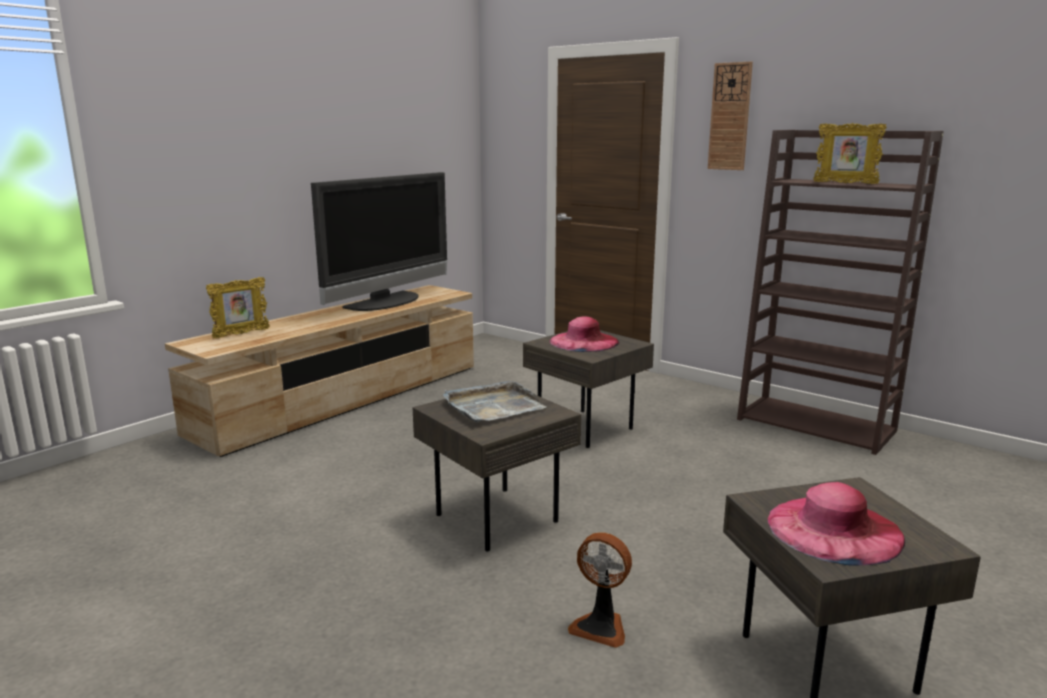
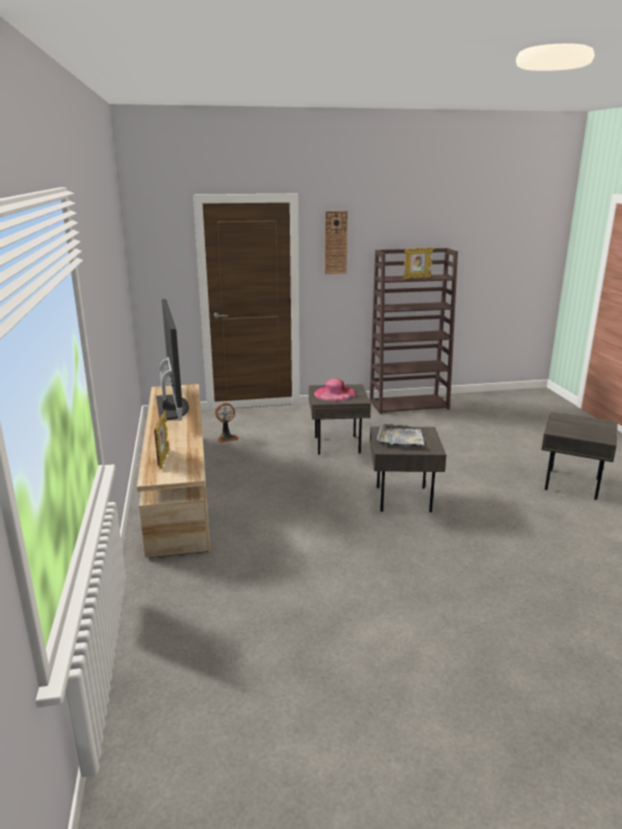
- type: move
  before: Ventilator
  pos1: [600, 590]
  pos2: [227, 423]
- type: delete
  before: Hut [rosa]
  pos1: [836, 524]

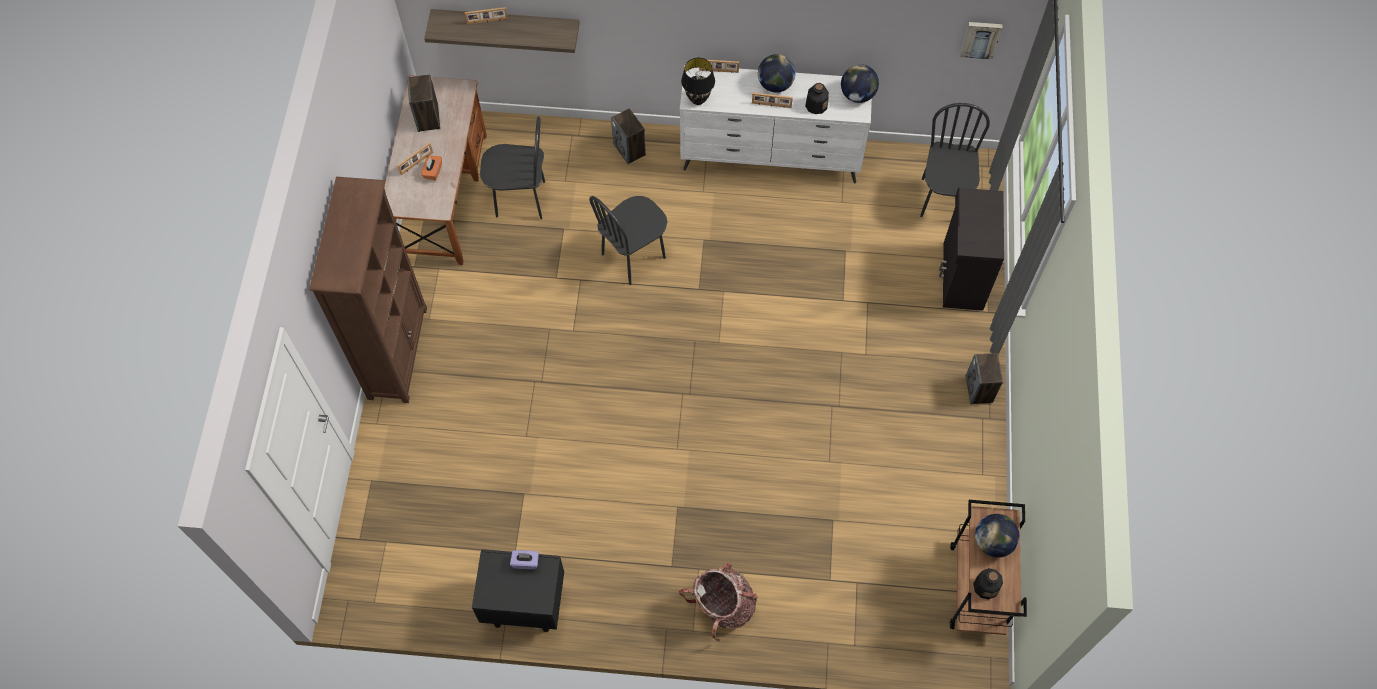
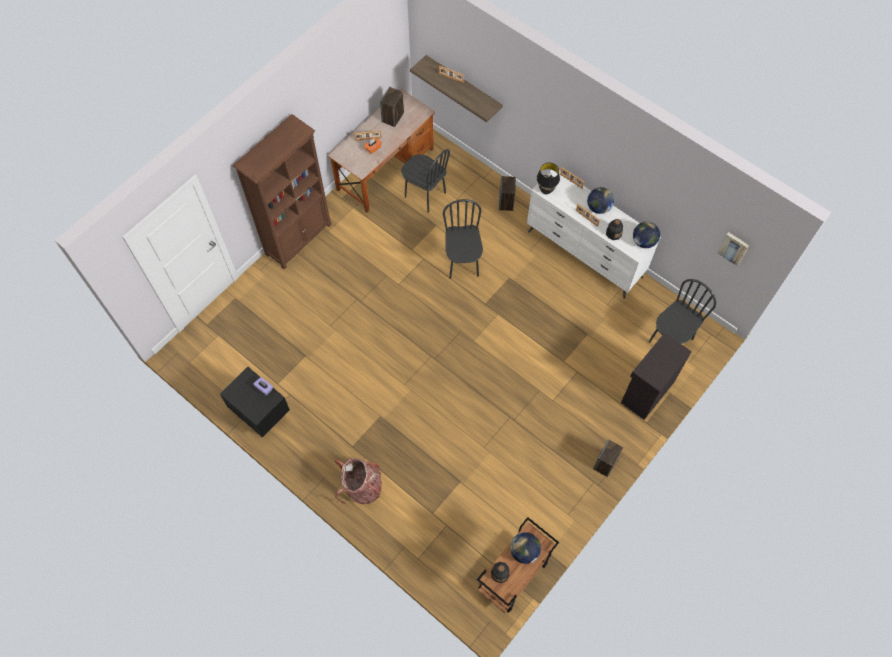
- type: rotate
  before: Stuhl [schwarz]
  pos1: [628, 240]
  pos2: [463, 239]
  turn: 90

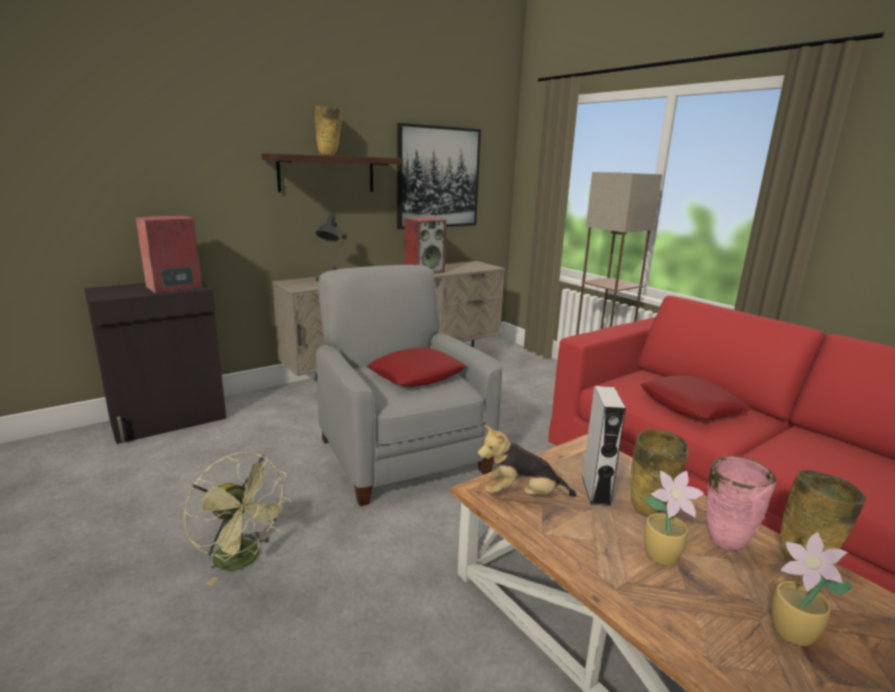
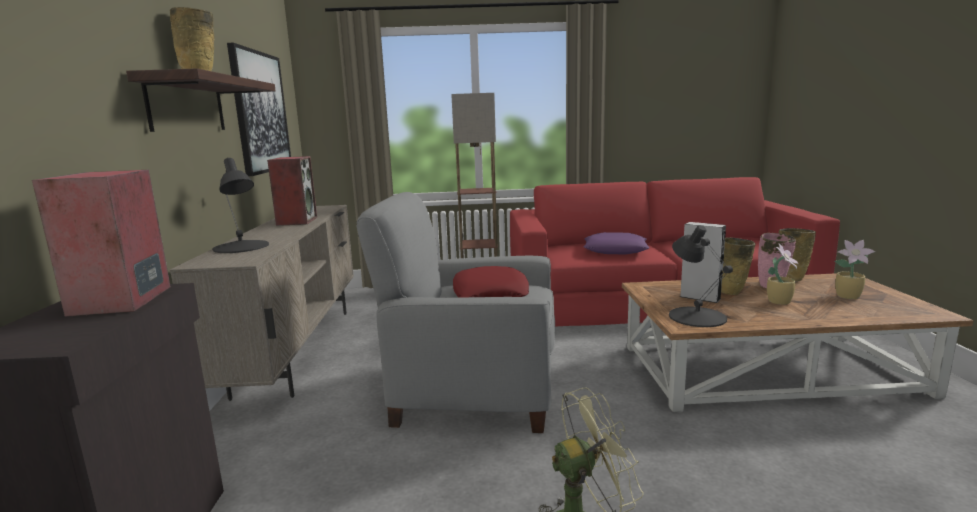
- type: recolor
  before: Kissen [rot]
  after: Kissen [lila]
  pos1: [696, 397]
  pos2: [617, 243]
- type: replace
  before: Plüschtier
  after: Tischlampe [schwarz]
  pos1: [527, 460]
  pos2: [701, 276]

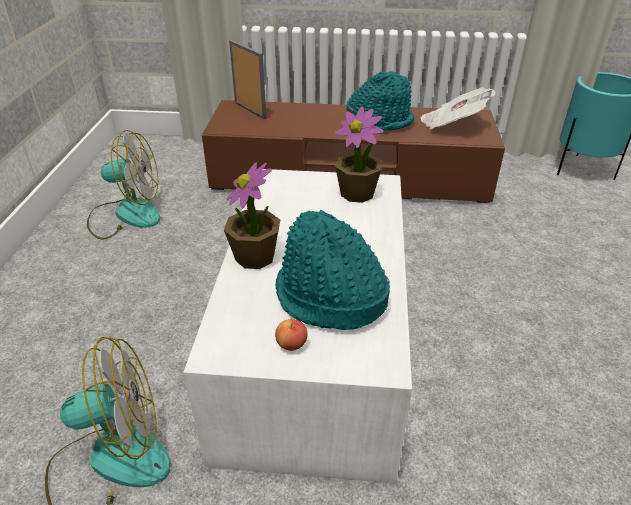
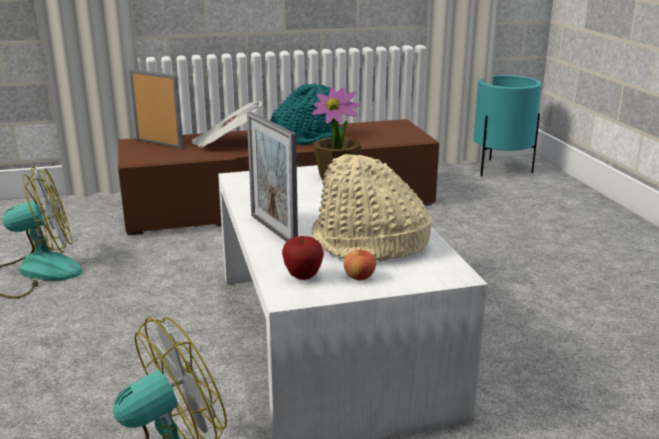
- type: move
  before: Zeitung
  pos1: [458, 108]
  pos2: [227, 124]
- type: replace
  before: Topfpflanze
  after: Bilderrahmen
  pos1: [252, 215]
  pos2: [272, 177]
- type: insert
  after: Apfel
  pos2: [303, 258]
- type: recolor
  before: Hut [türkis]
  after: Hut [beige]
  pos1: [333, 270]
  pos2: [372, 208]

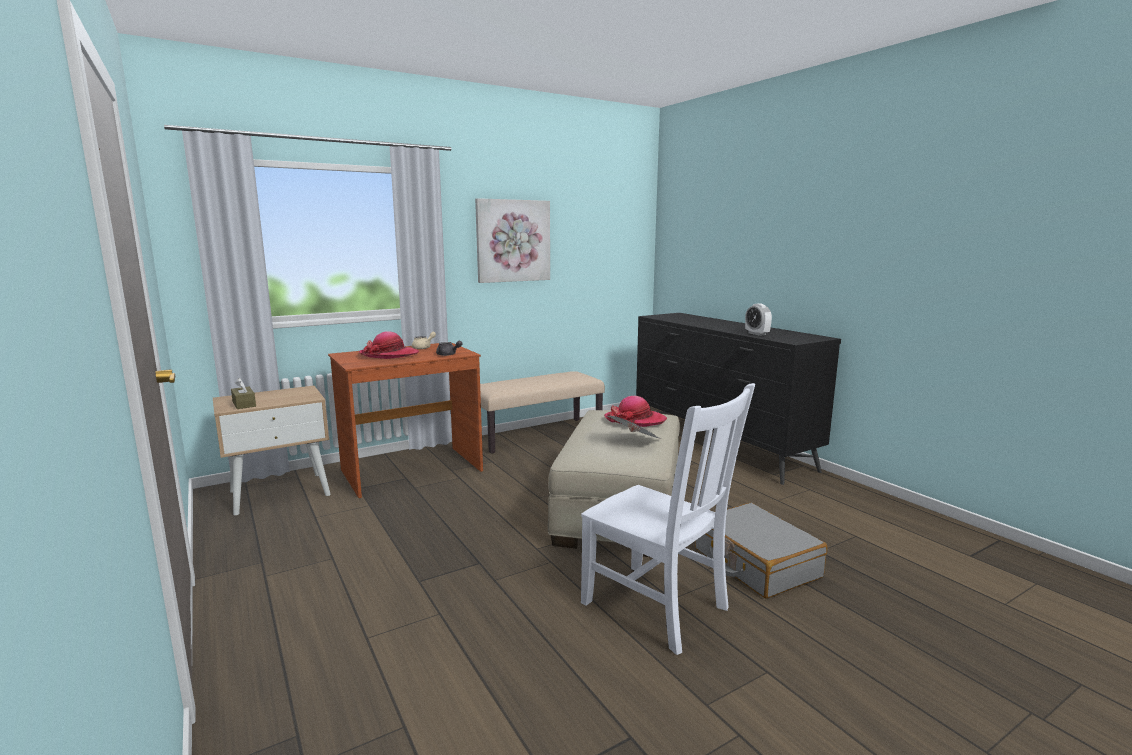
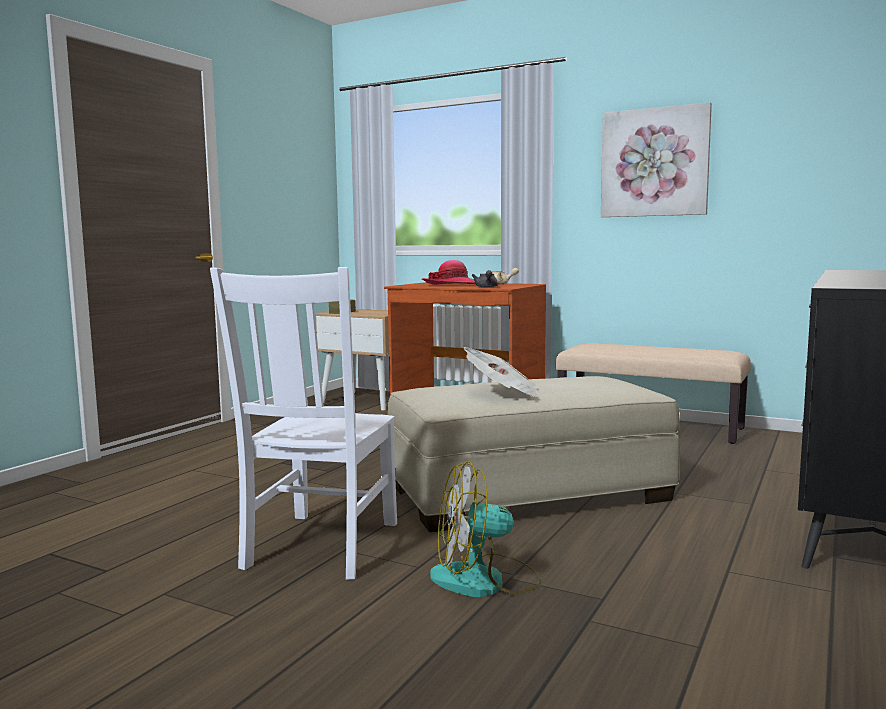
- type: replace
  before: Koffer [grau]
  after: Ventilator
  pos1: [761, 551]
  pos2: [486, 529]
- type: delete
  before: Hut
  pos1: [635, 411]
- type: delete
  before: Wecker
  pos1: [758, 319]

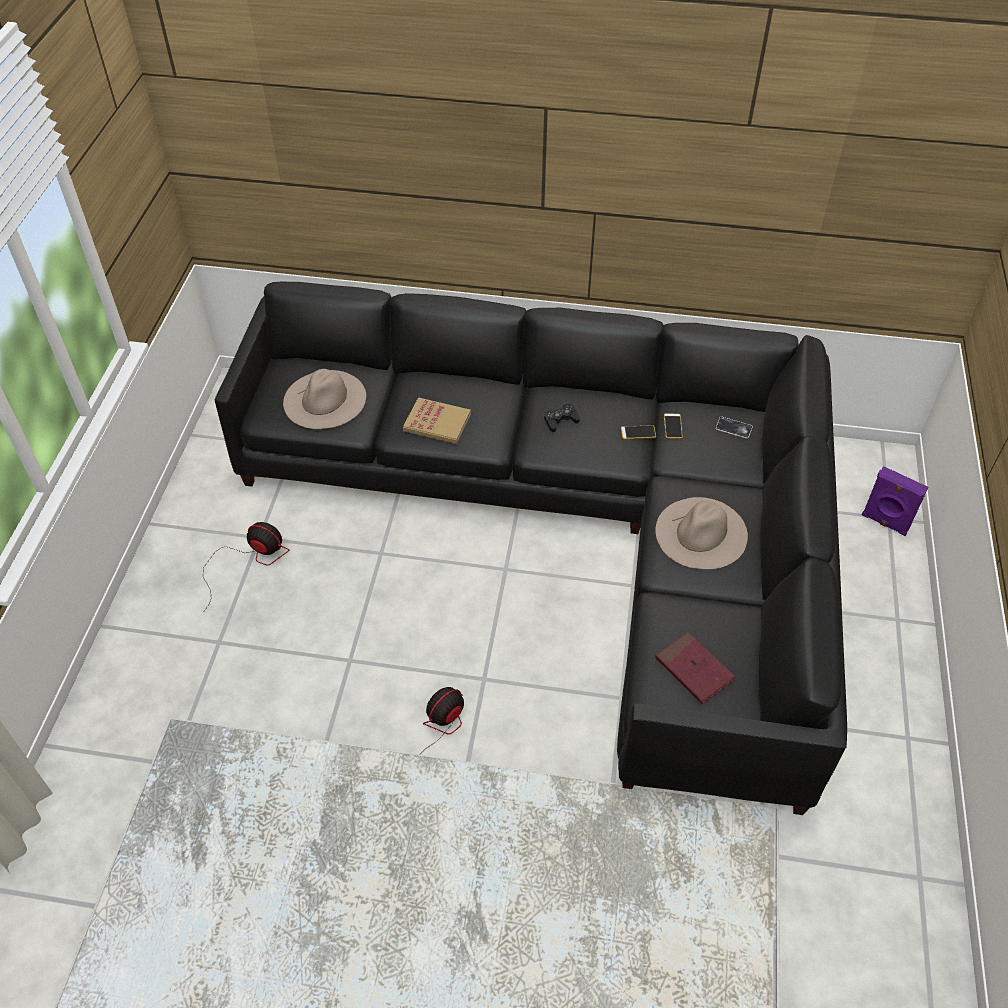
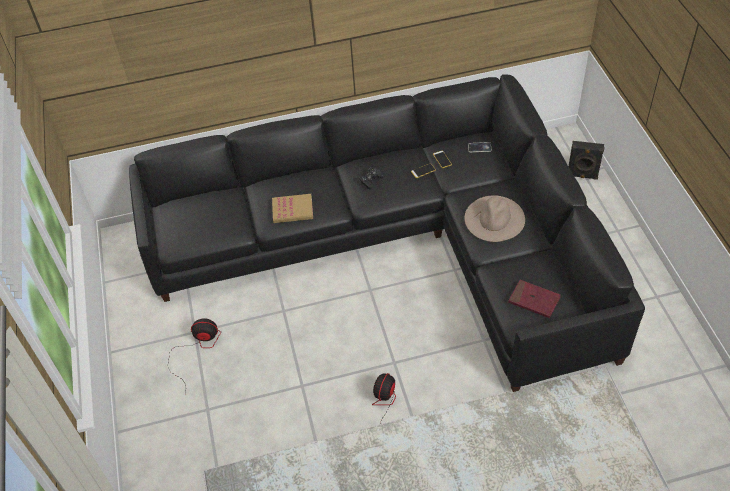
- type: recolor
  before: Lautsprecher [lila]
  after: Lautsprecher [schwarz]
  pos1: [895, 501]
  pos2: [586, 160]
- type: delete
  before: Hut [beige]
  pos1: [324, 399]

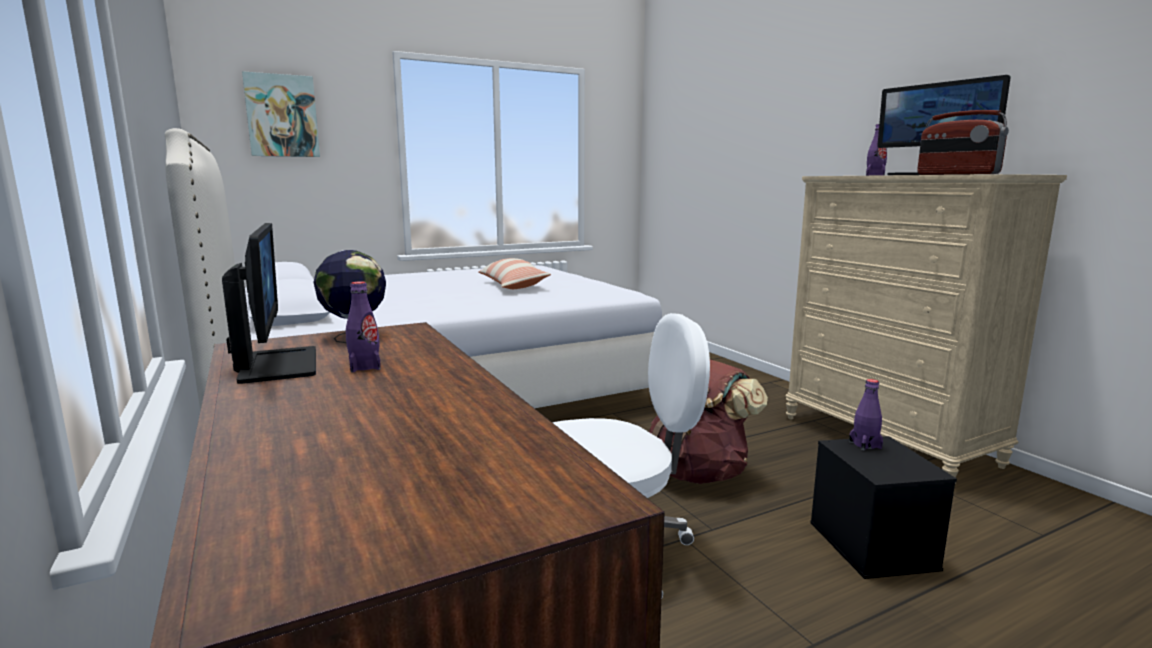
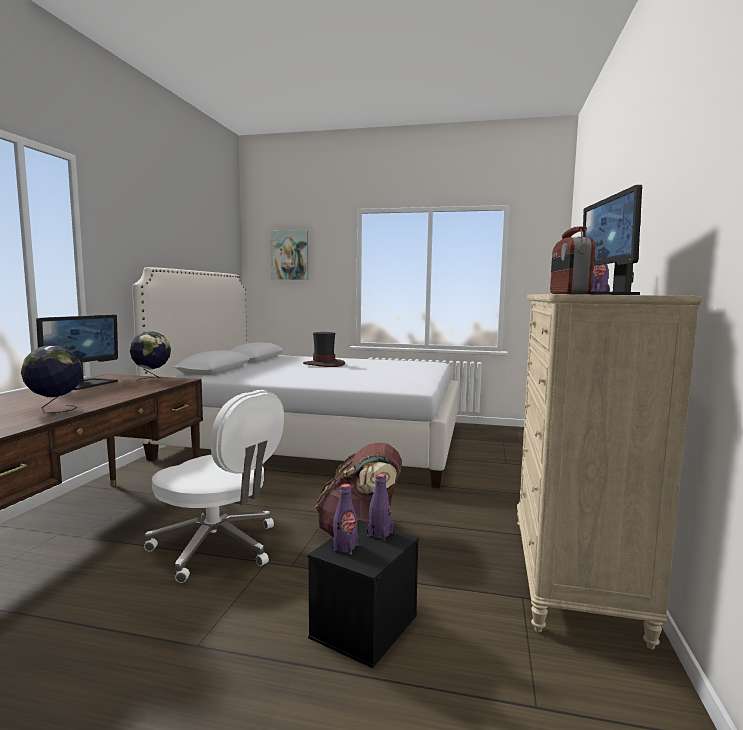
- type: insert
  after: Globus
  pos2: [52, 379]
- type: insert
  after: Hut
  pos2: [324, 349]
- type: move
  before: Flasche [lila]
  pos1: [363, 326]
  pos2: [345, 519]
- type: delete
  before: Kissen
  pos1: [514, 273]

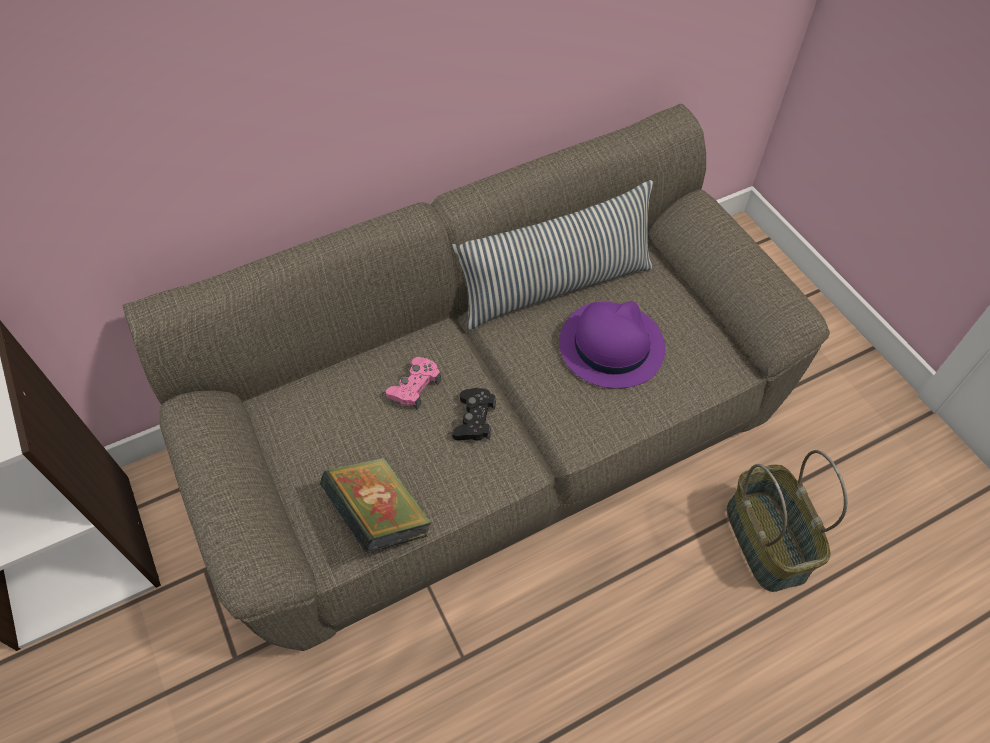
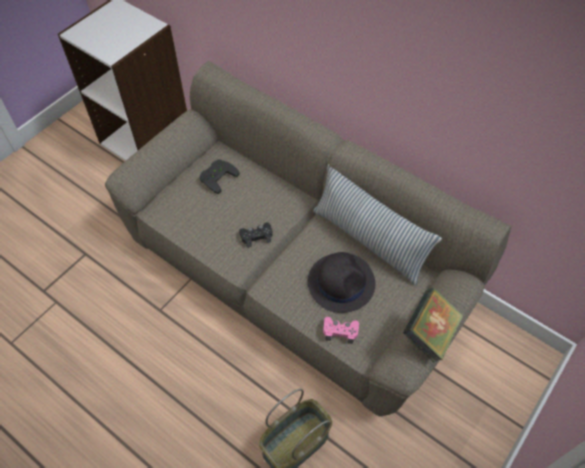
- type: insert
  after: Gamepad [schwarz]
  pos2: [219, 176]
- type: recolor
  before: Hut [lila]
  after: Hut [schwarz]
  pos1: [612, 345]
  pos2: [341, 282]
- type: move
  before: Gamepad [rosa]
  pos1: [413, 383]
  pos2: [341, 330]
- type: move
  before: Buch
  pos1: [376, 505]
  pos2: [433, 325]

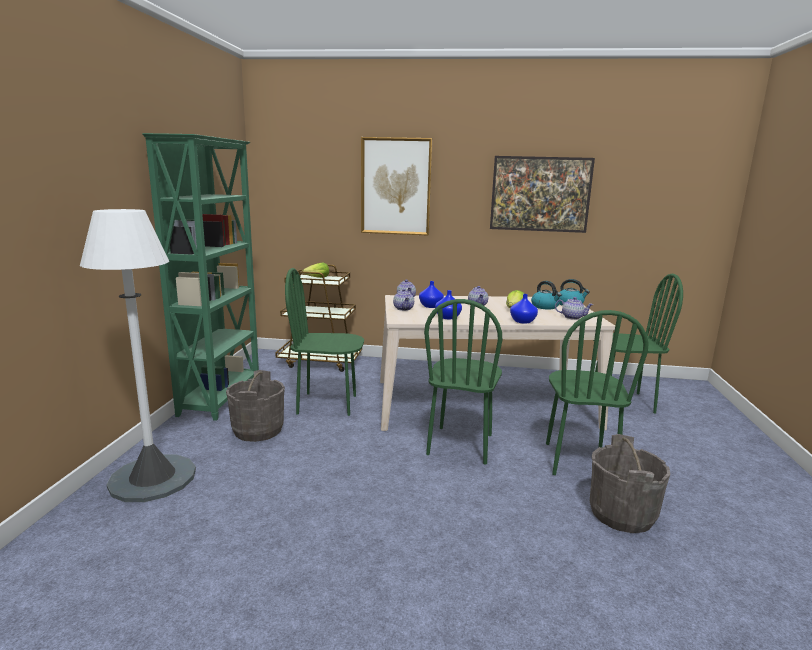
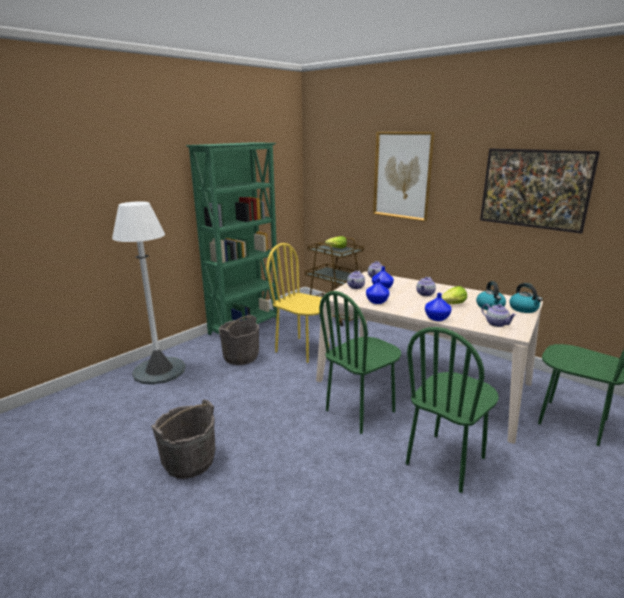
- type: move
  before: Eimer [grau]
  pos1: [630, 483]
  pos2: [183, 439]
- type: recolor
  before: Stuhl [grün]
  after: Stuhl [gelb]
  pos1: [324, 342]
  pos2: [297, 303]

